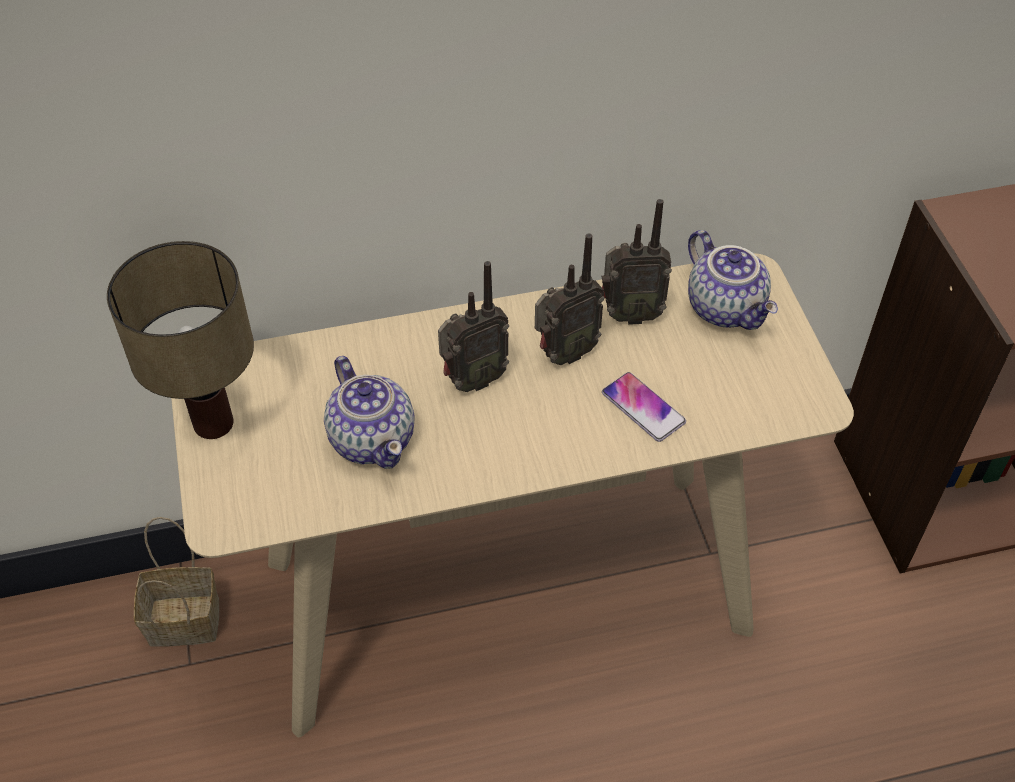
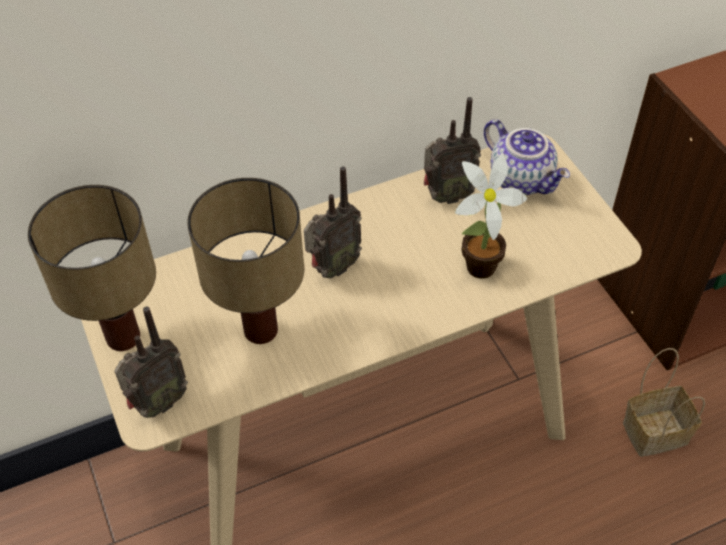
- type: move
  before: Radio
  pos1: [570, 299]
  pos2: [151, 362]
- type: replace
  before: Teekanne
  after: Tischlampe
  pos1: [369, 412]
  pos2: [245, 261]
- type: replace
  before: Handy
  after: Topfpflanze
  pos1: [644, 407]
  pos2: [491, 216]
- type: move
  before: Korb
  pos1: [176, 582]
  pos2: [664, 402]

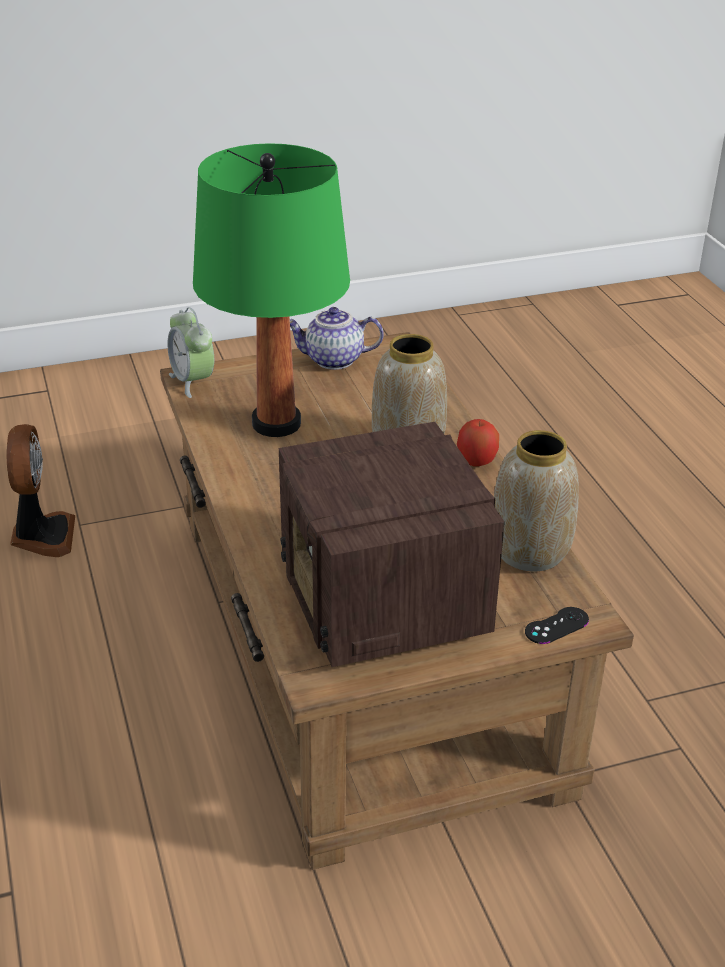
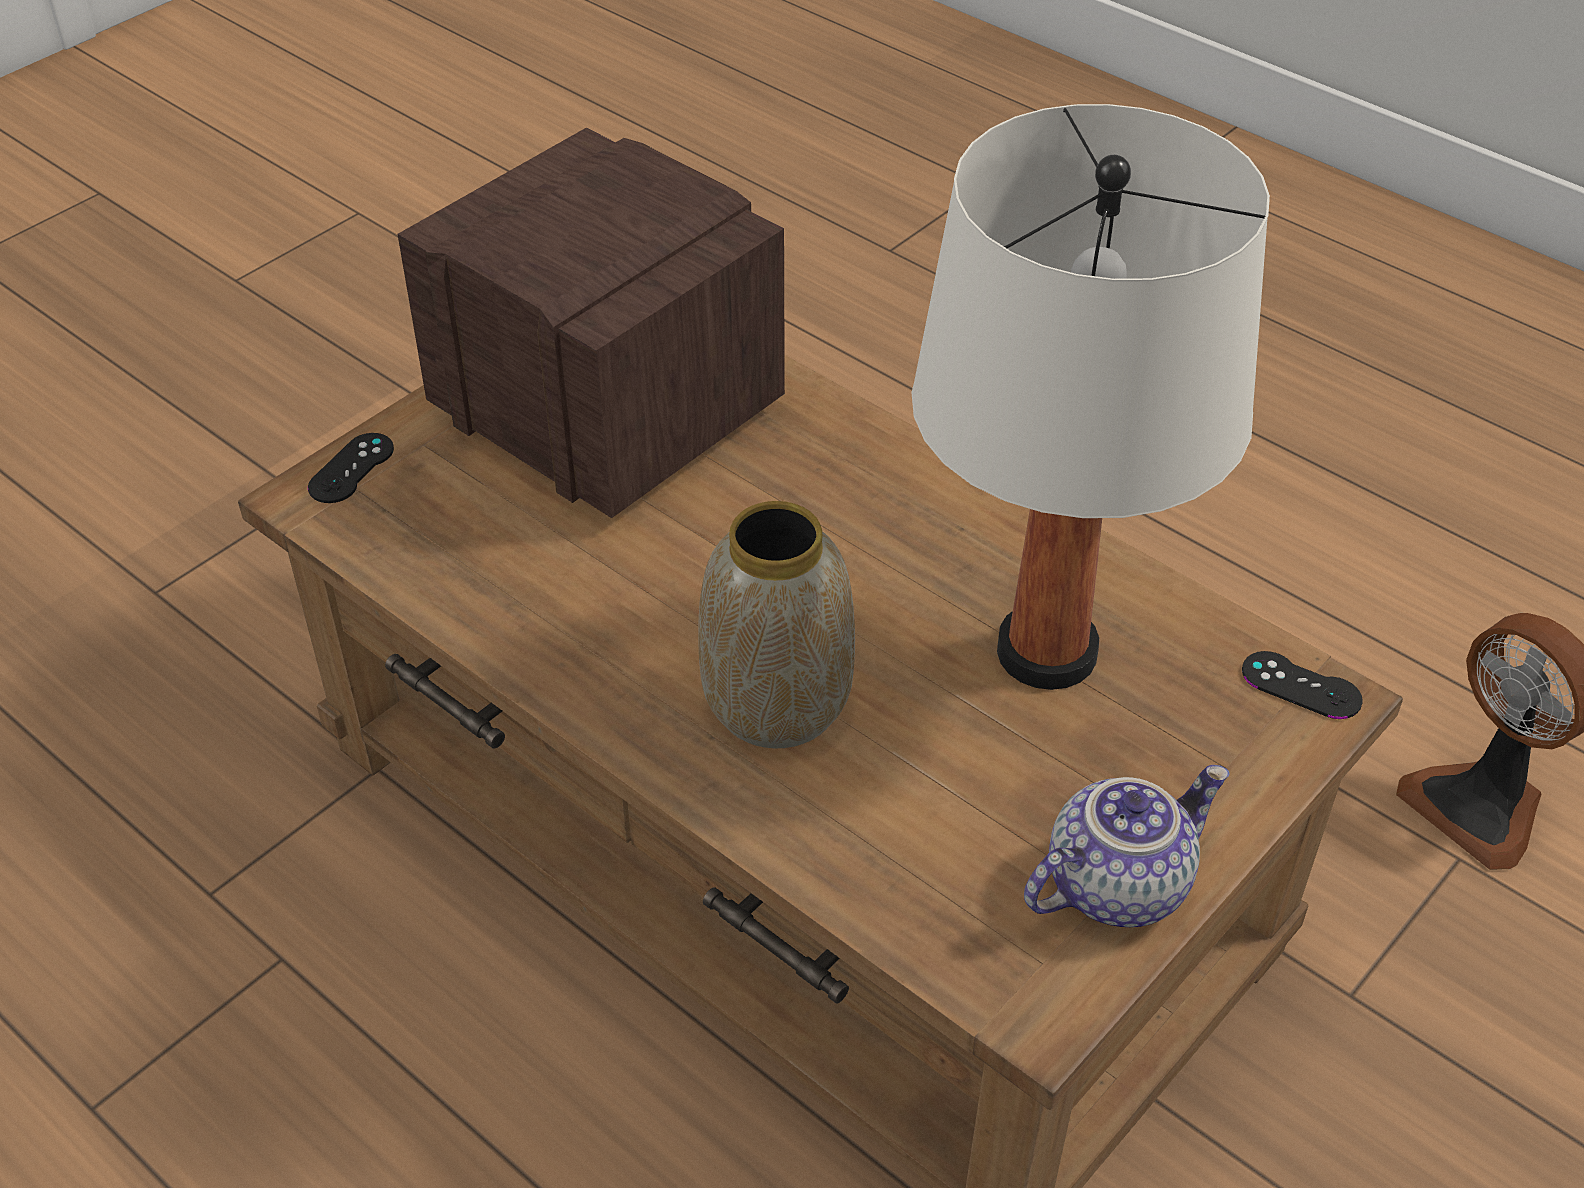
- type: recolor
  before: Tischlampe [grün]
  after: Tischlampe [weiß]
  pos1: [271, 290]
  pos2: [1090, 397]
- type: replace
  before: Wecker
  after: Gamepad [schwarz]
  pos1: [191, 352]
  pos2: [1302, 685]
- type: delete
  before: Apfel
  pos1: [478, 443]
- type: delete
  before: Vase
  pos1: [536, 500]

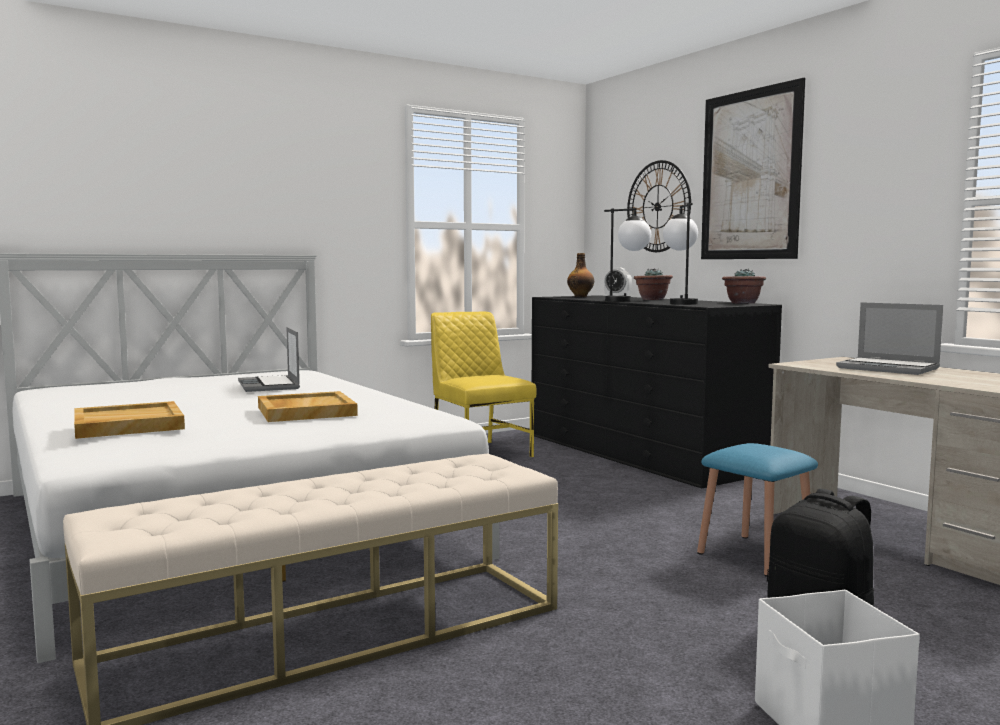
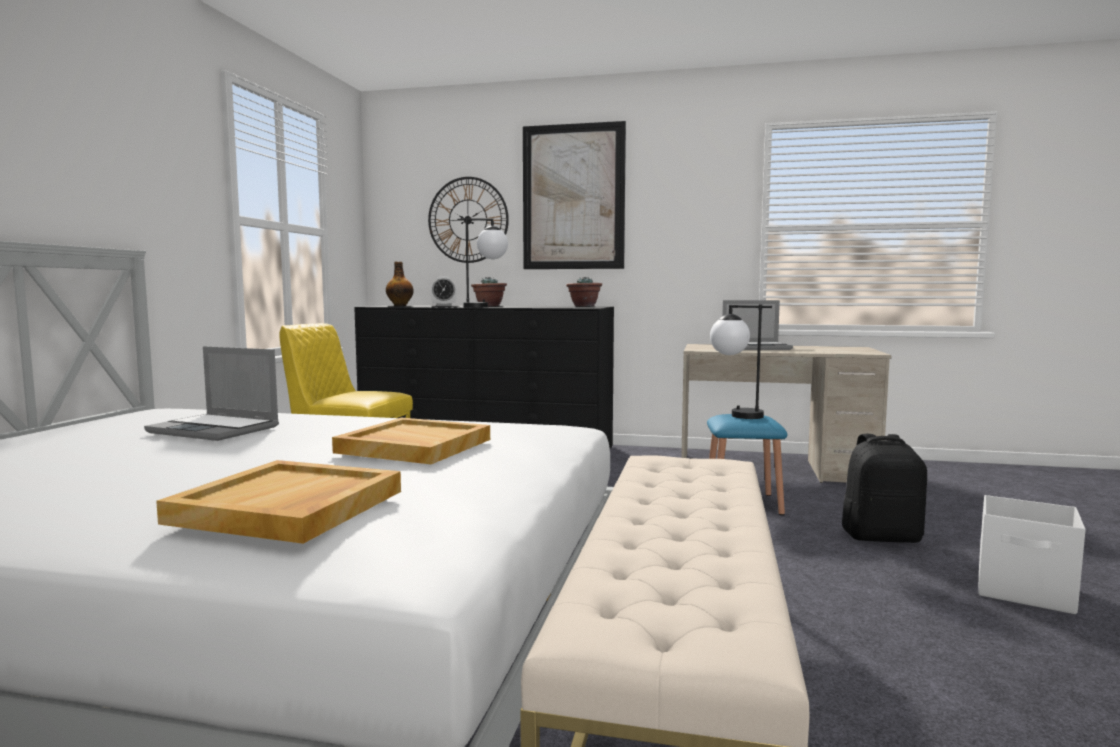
- type: move
  before: Tischlampe
  pos1: [680, 254]
  pos2: [741, 361]

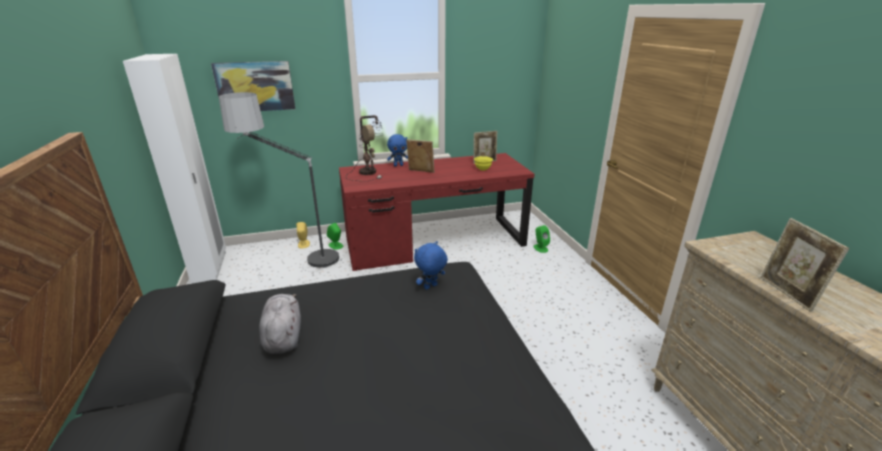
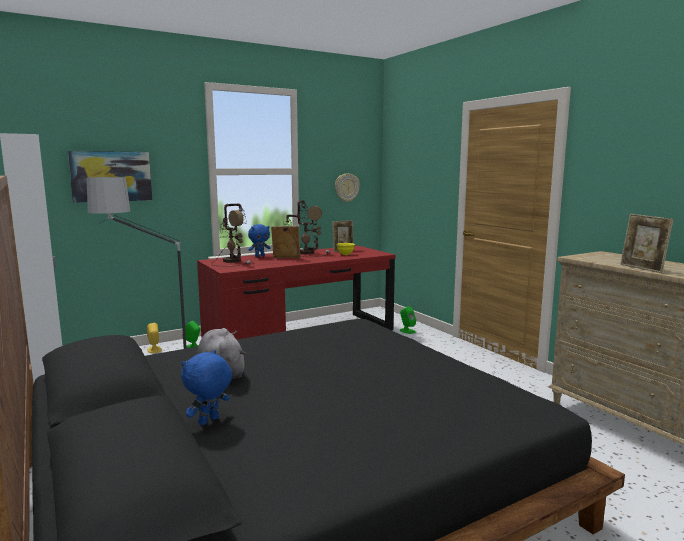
- type: move
  before: Plüschtier [blau]
  pos1: [431, 265]
  pos2: [206, 388]
- type: insert
  after: Tischlampe
  pos2: [306, 228]
- type: insert
  after: Wanduhr
  pos2: [347, 187]

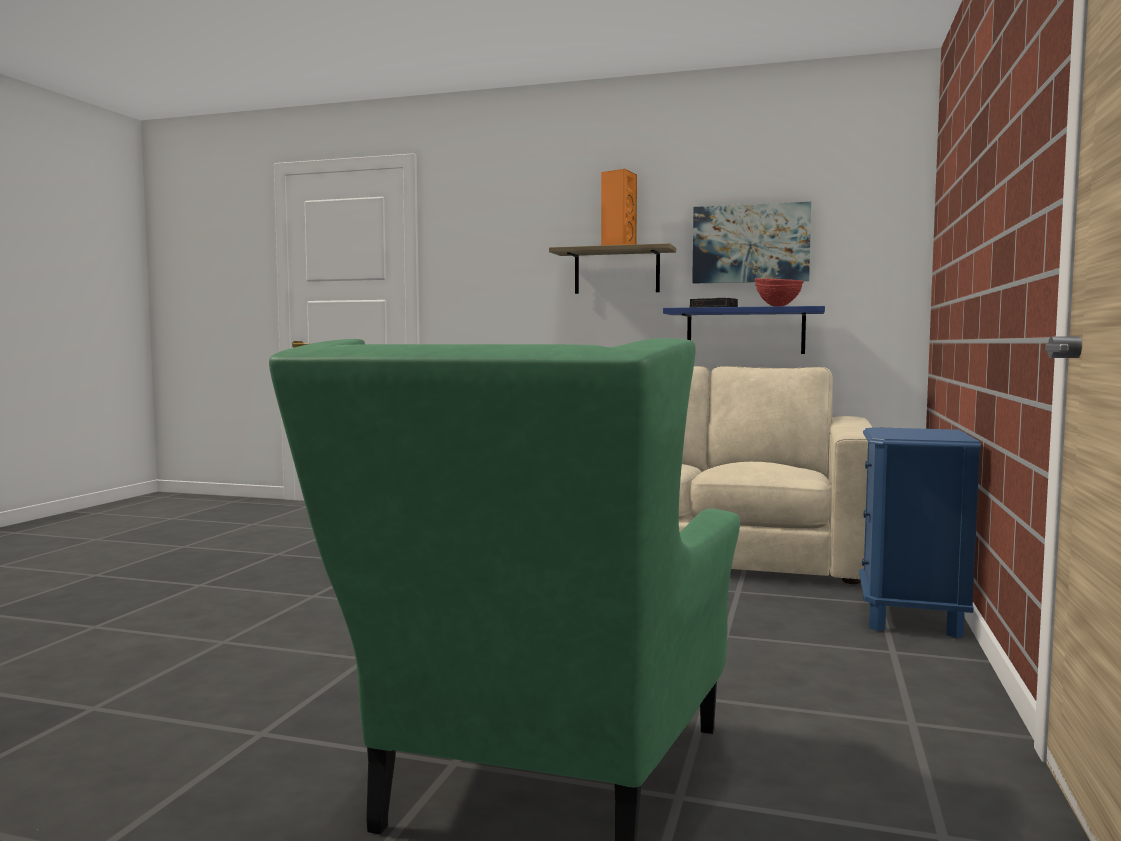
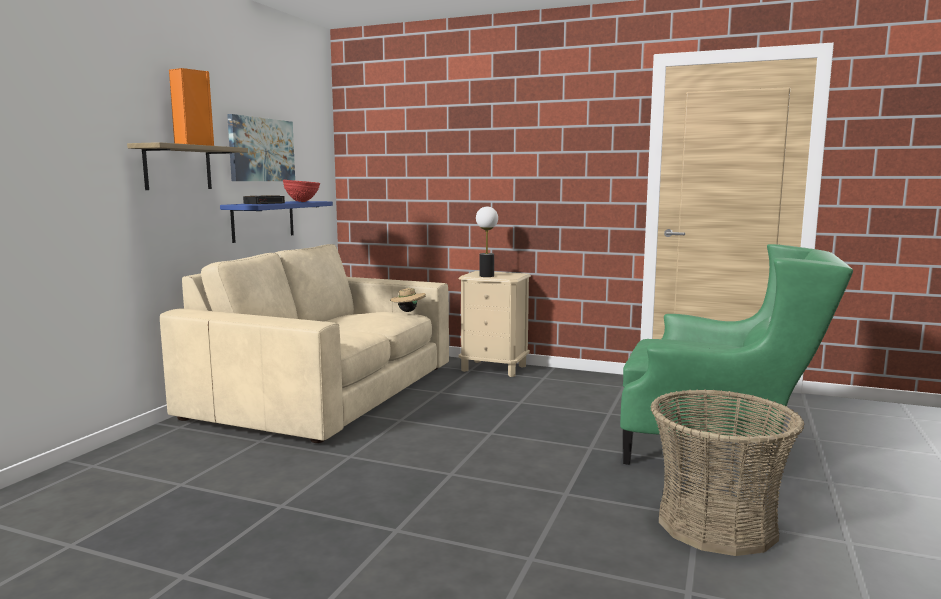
- type: insert
  after: Hut [beige]
  pos2: [408, 299]
- type: recolor
  before: Nachttisch [blau]
  after: Nachttisch [beige]
  pos1: [920, 532]
  pos2: [495, 324]
- type: insert
  after: Tischlampe
  pos2: [487, 241]
- type: insert
  after: Korb
  pos2: [727, 473]

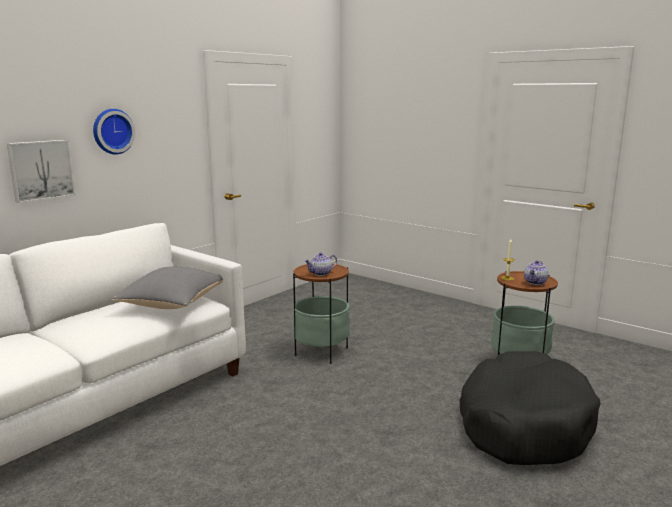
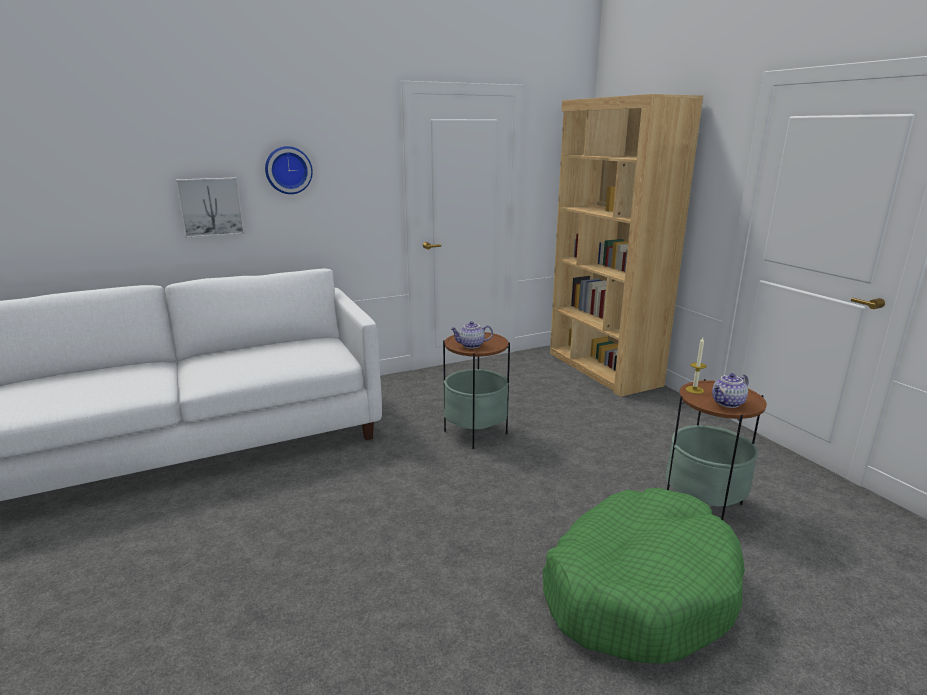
- type: recolor
  before: Hundebett [schwarz]
  after: Hundebett [grün]
  pos1: [530, 408]
  pos2: [644, 576]
- type: insert
  after: Bücherregal [braun]
  pos2: [626, 245]
- type: delete
  before: Kissen [grau]
  pos1: [167, 288]

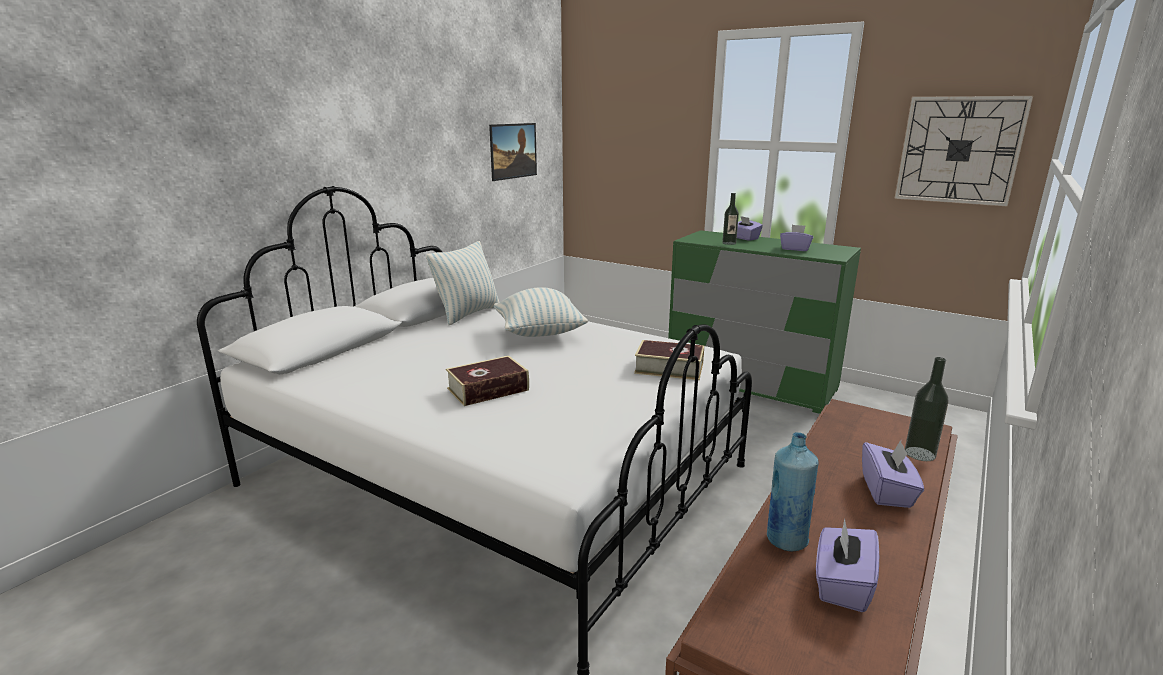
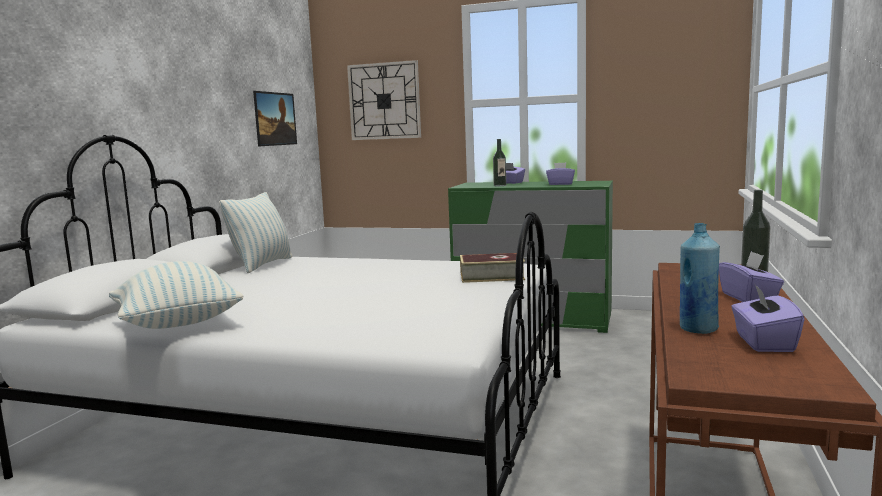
- type: move
  before: Kissen
  pos1: [541, 312]
  pos2: [176, 295]
- type: move
  before: Wanduhr
  pos1: [963, 151]
  pos2: [384, 100]
- type: delete
  before: Buch
  pos1: [487, 381]

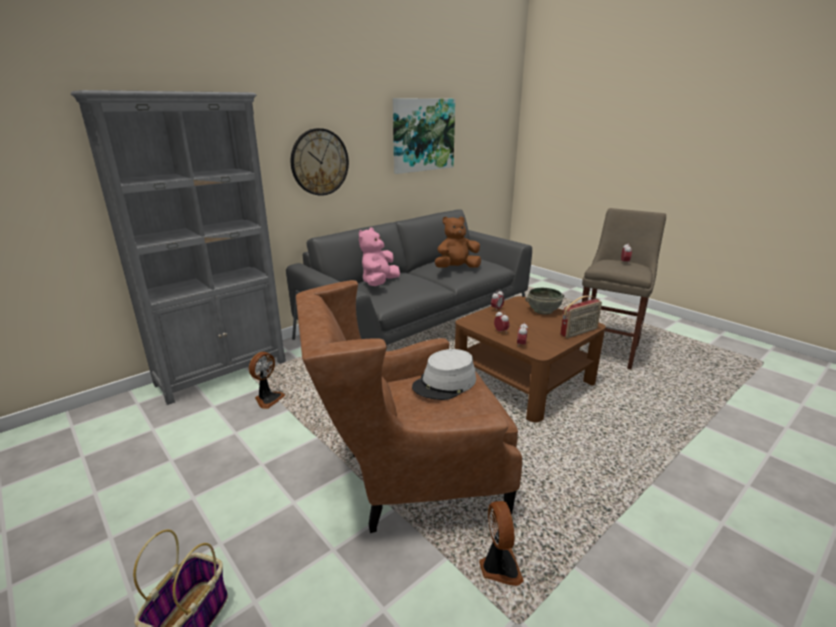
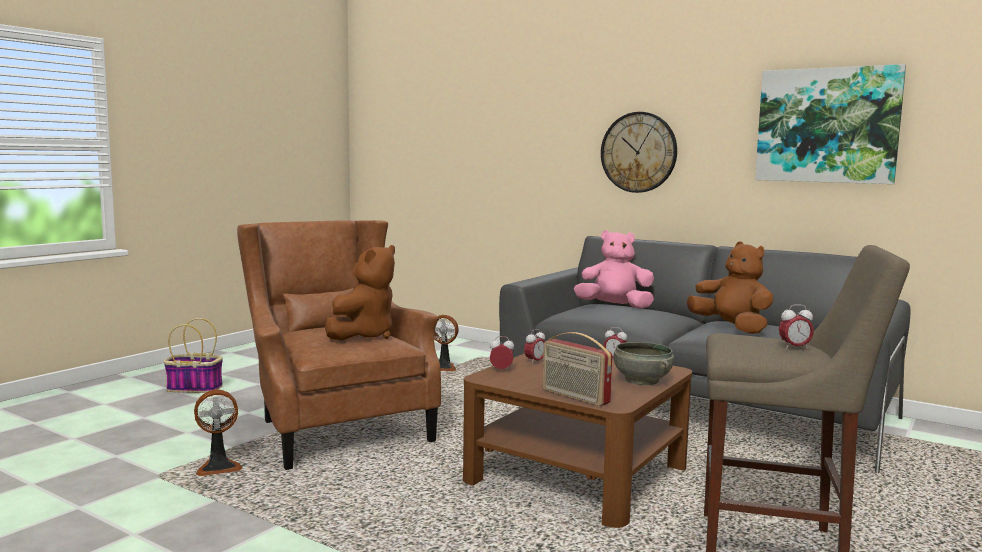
- type: replace
  before: Hut [grau]
  after: Plüschtier [braun]
  pos1: [444, 374]
  pos2: [360, 293]
- type: delete
  before: Bücherregal [grau]
  pos1: [178, 247]

